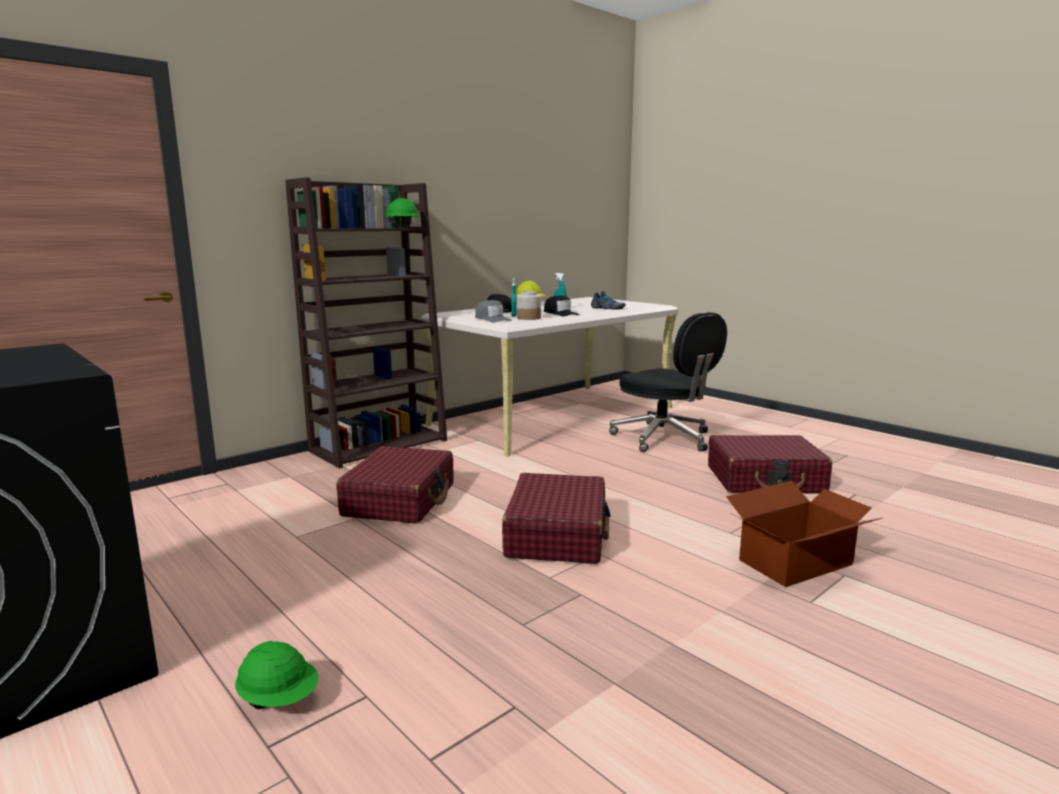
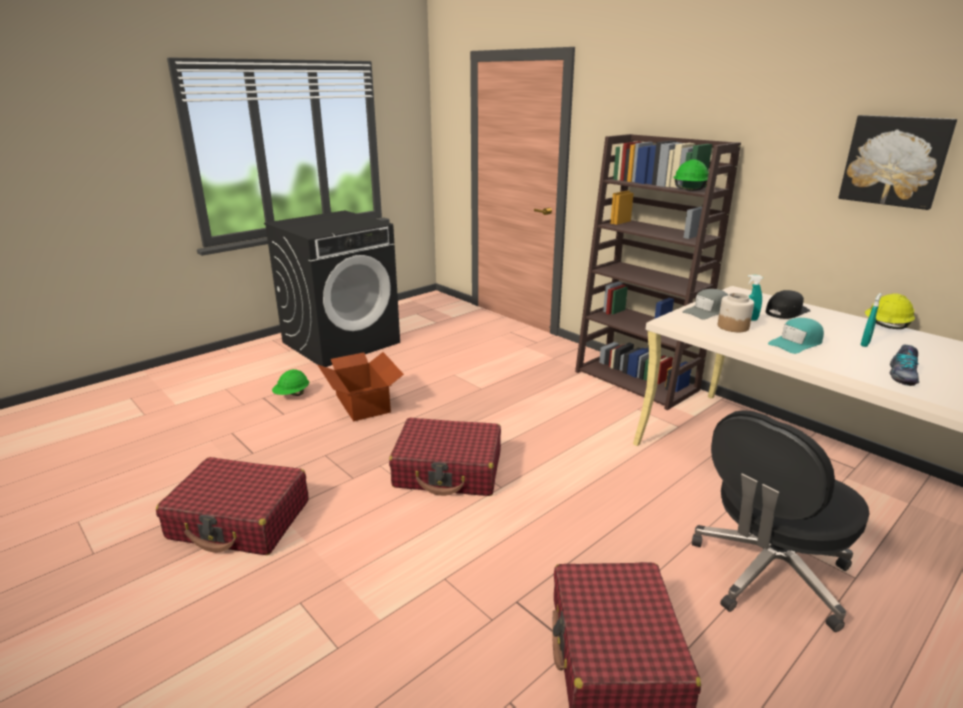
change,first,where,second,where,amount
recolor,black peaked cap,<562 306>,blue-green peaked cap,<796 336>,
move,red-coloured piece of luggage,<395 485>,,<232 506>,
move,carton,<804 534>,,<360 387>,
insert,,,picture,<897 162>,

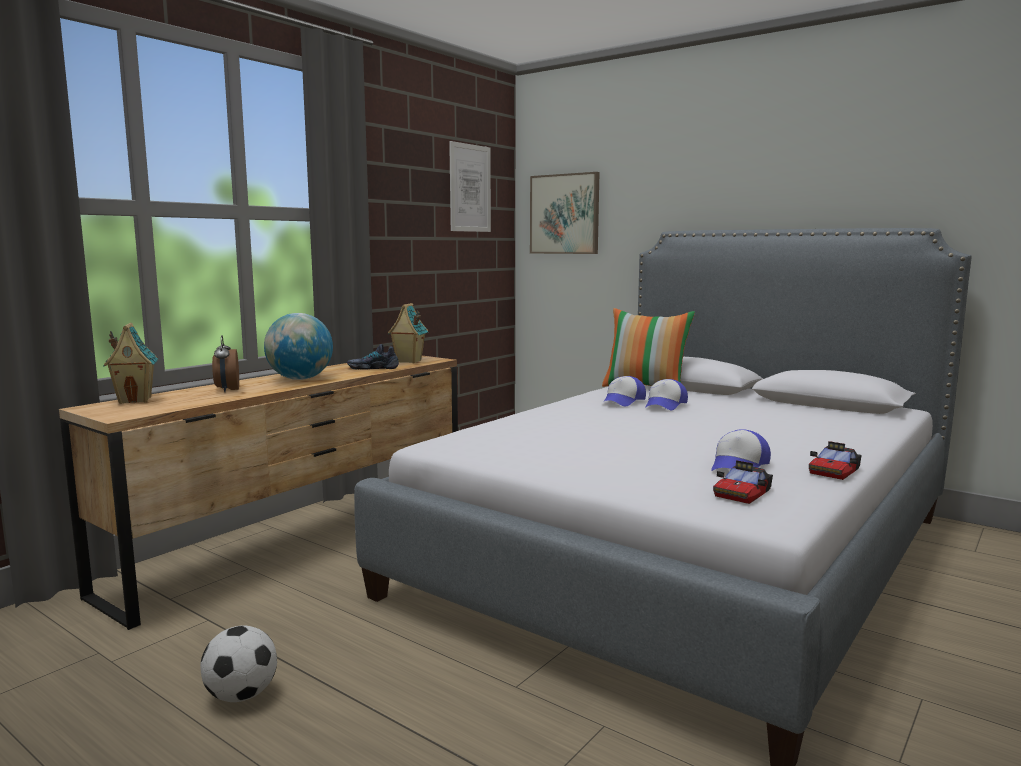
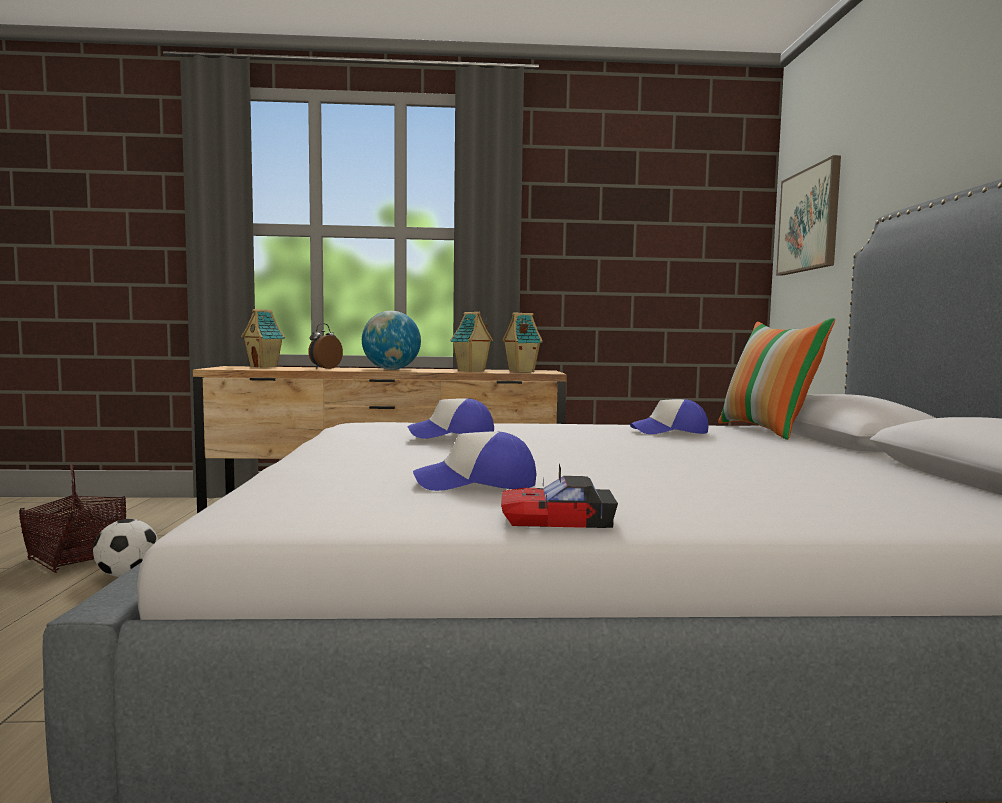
change,first,where,second,where,amount
delete,picture,<470 186>,,,
replace,low shoe,<373 357>,model house,<471 342>,
move,peaked cap,<666 394>,,<450 418>,
delete,toy car,<743 482>,,,
insert,,,basket,<72 518>,

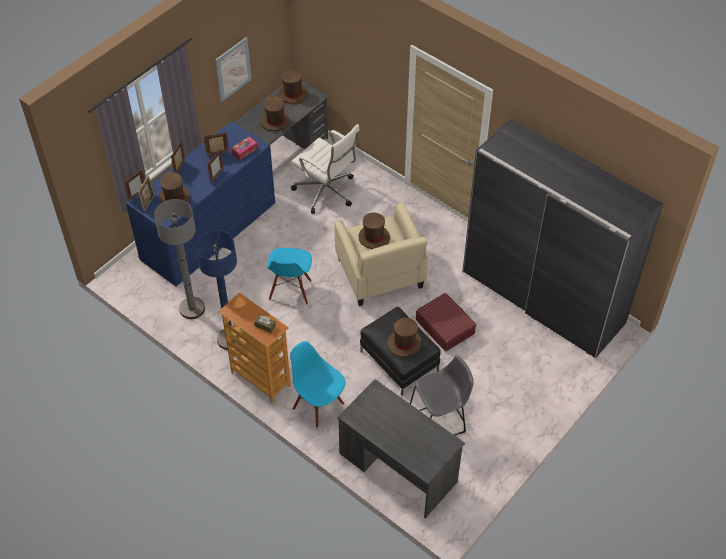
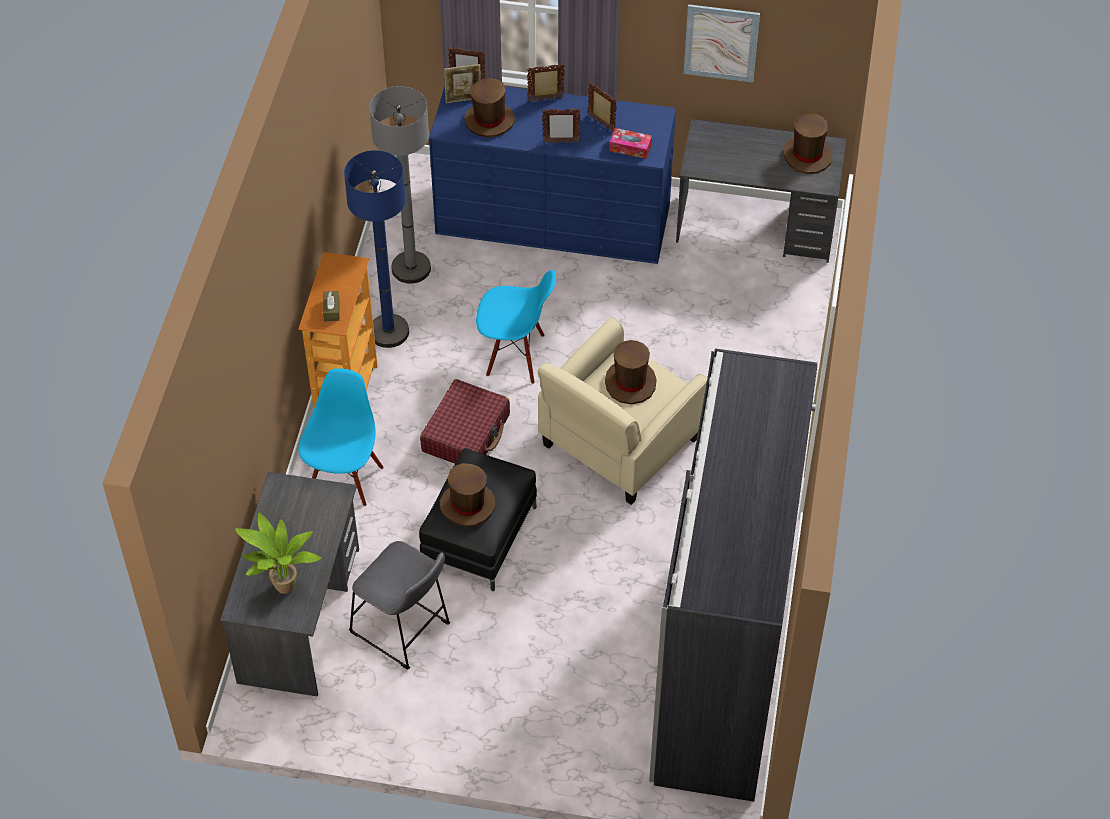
change,first,where,second,where,amount
delete,brown wearable hat,<275 113>,,,
delete,white-coloured office chair,<325 169>,,,
rotate,bluish upright chair,<289 276>,,<516 327>,150 degrees counterclockwise
move,red-coloured piece of luggage,<446 322>,,<465 421>,
insert,,,houseplant,<278 553>,

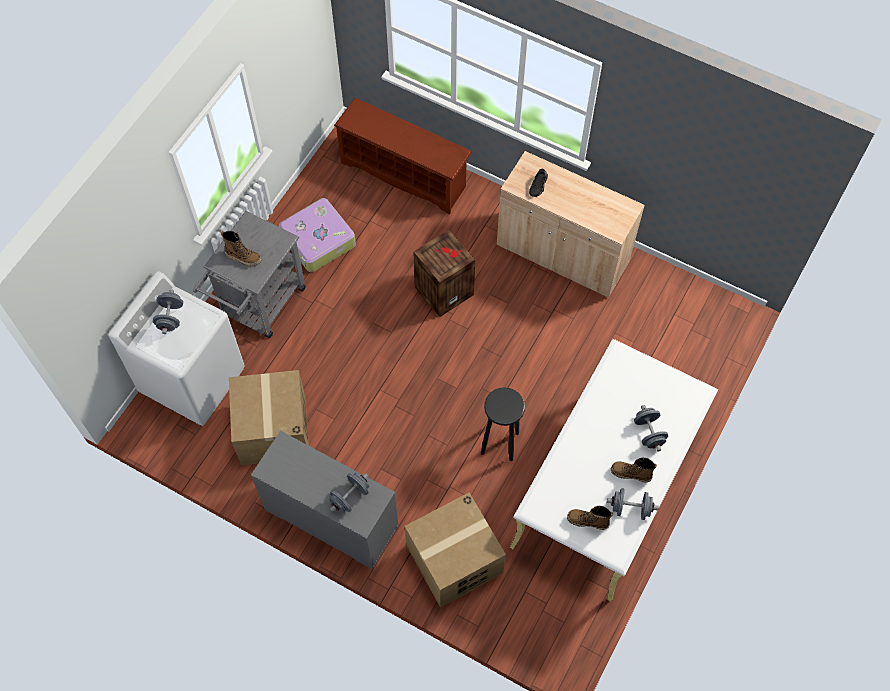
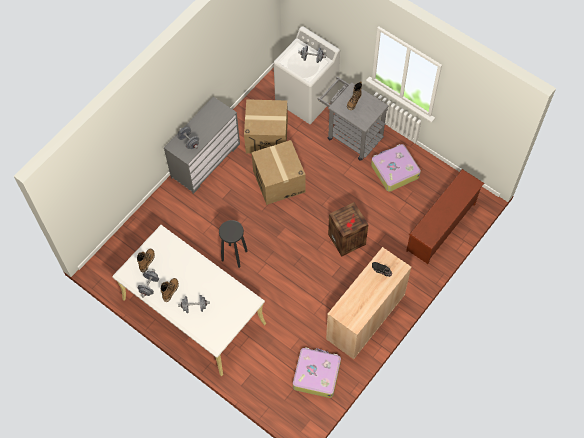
change,first,where,second,where,amount
move,carton,<455 550>,,<278 172>,
insert,,,piece of luggage,<317 372>,

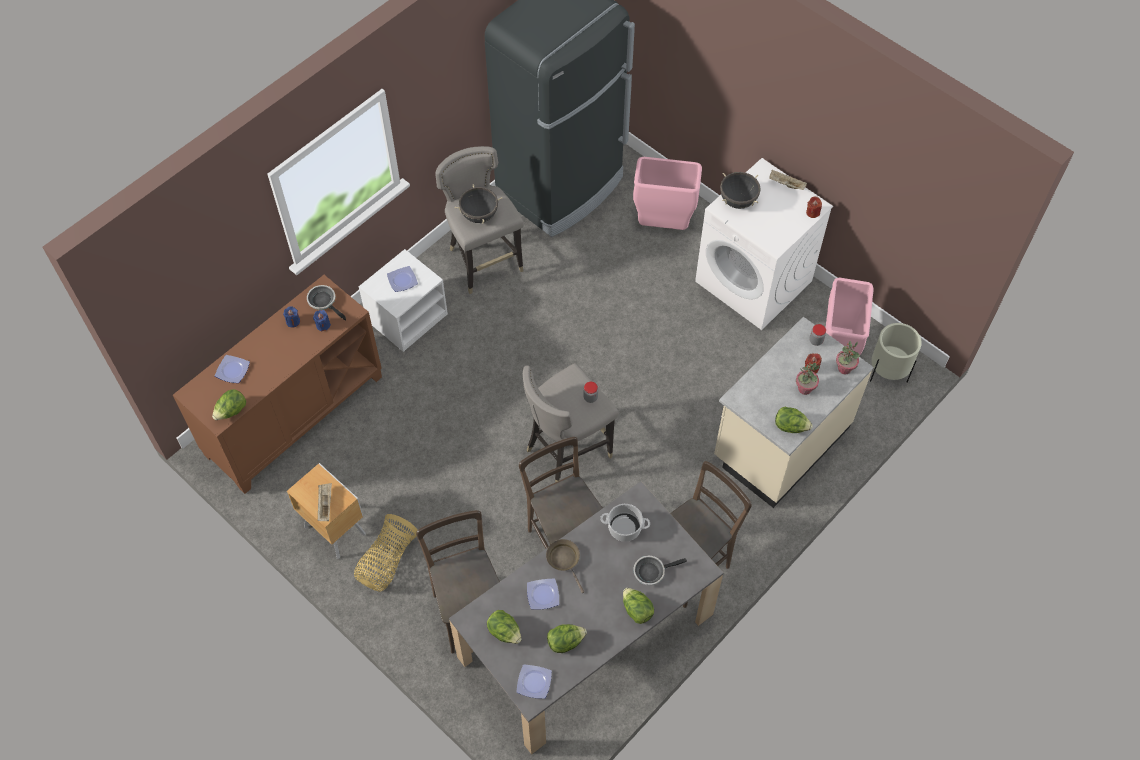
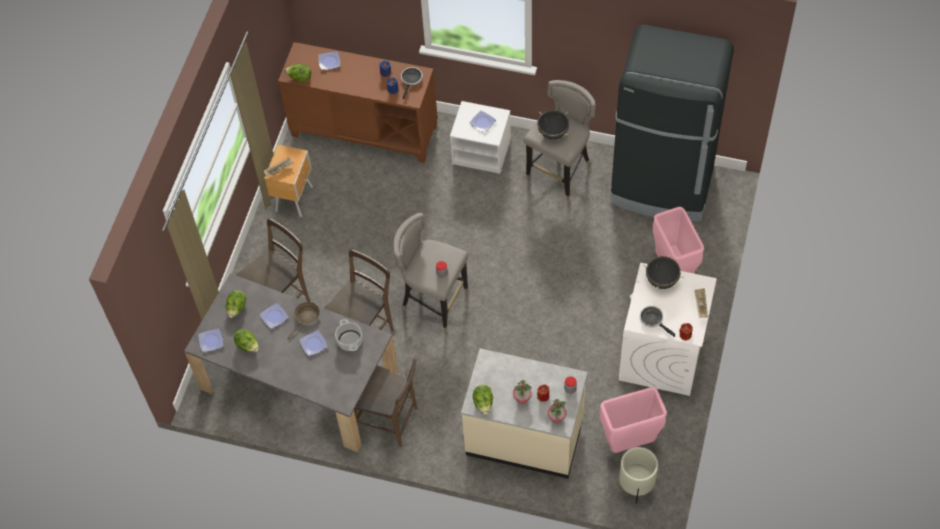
change,first,where,second,where,amount
delete,basket,<386 552>,,,
move,pan,<660 571>,,<657 321>,
delete,lettuce,<638 606>,,,
insert,,,dinner plate,<313 343>,

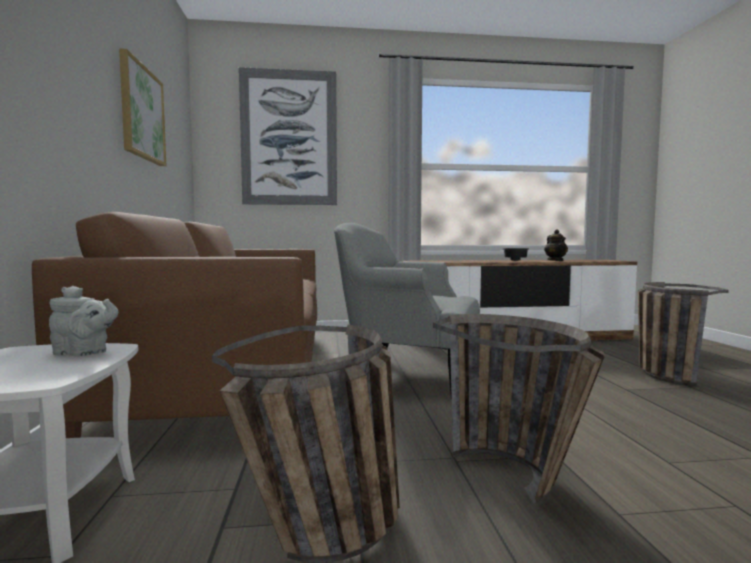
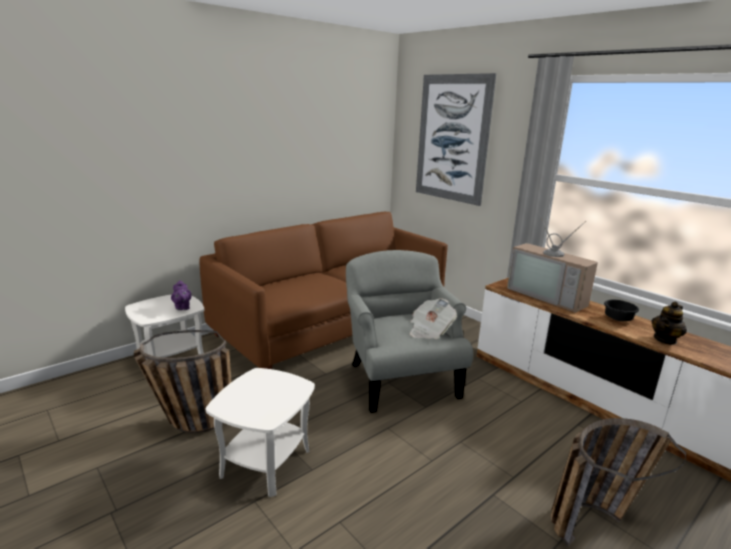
change,first,where,second,where,amount
delete,picture,<143 107>,,,
recolor,gray pot for tea,<83 321>,purplish pot for tea,<181 295>,
replace,basket,<519 409>,white-coloured accent table,<260 432>,
insert,,,television,<552 262>,
insert,,,printed paper,<433 318>,

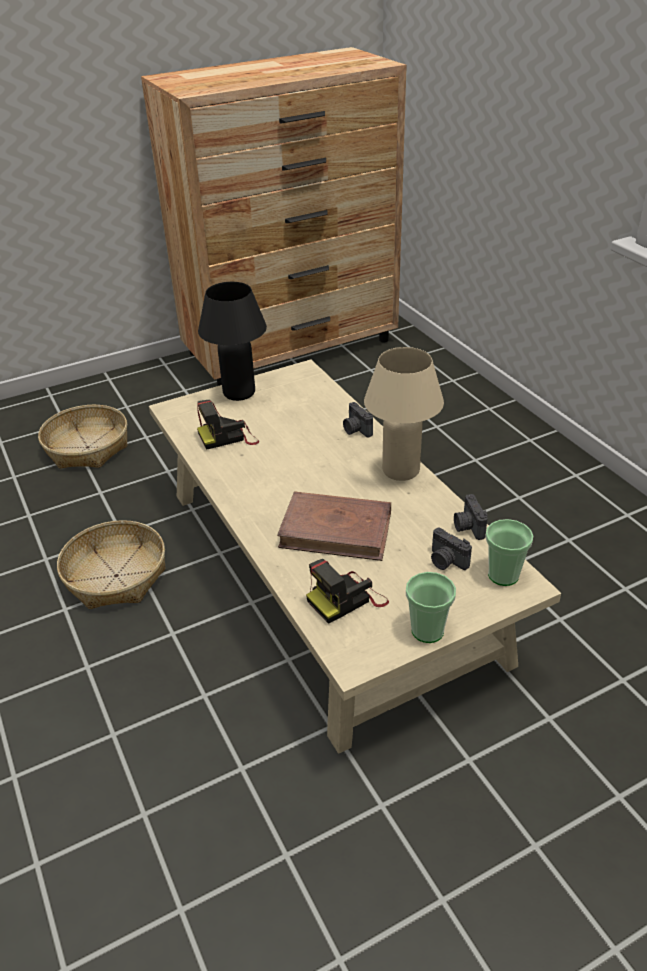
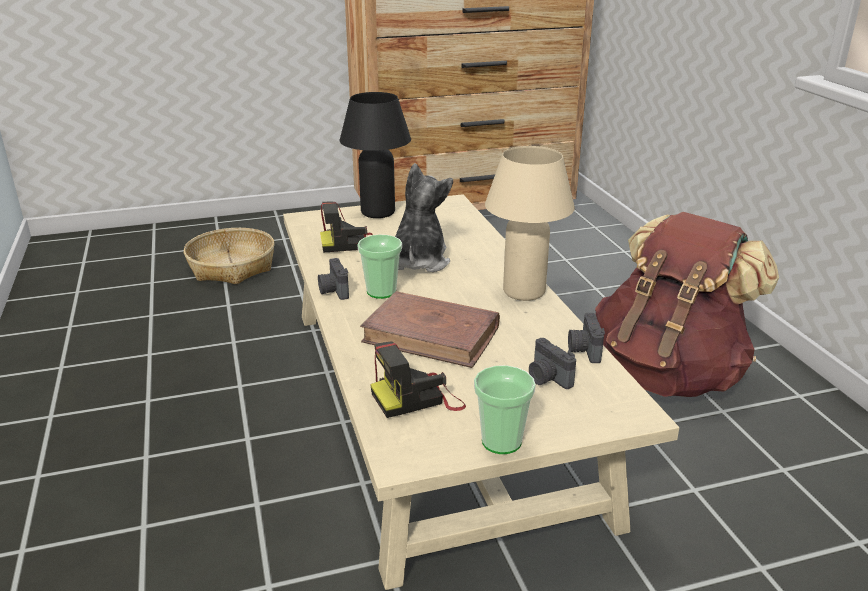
change,first,where,second,where,amount
move,photo camera,<358 420>,,<333 279>,
move,cup,<509 552>,,<379 267>,
delete,basket,<111 564>,,,
insert,,,plush toy,<424 217>,
insert,,,brown knapsack,<687 304>,

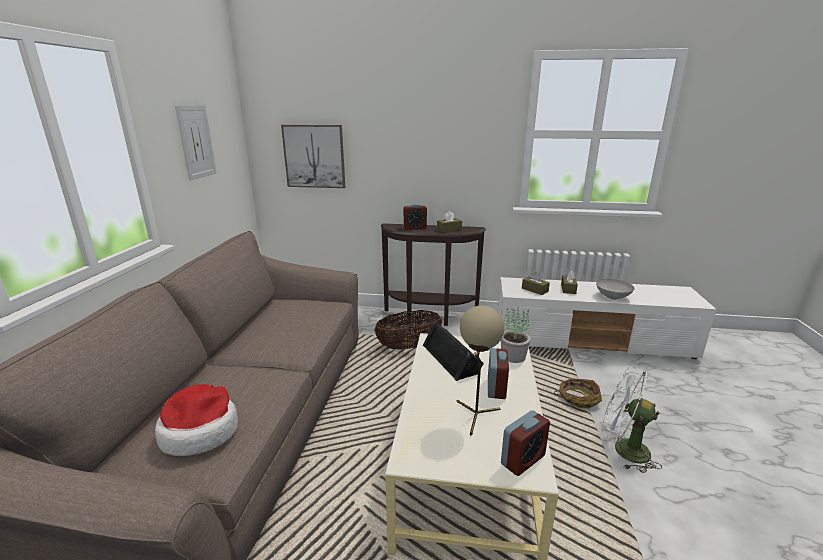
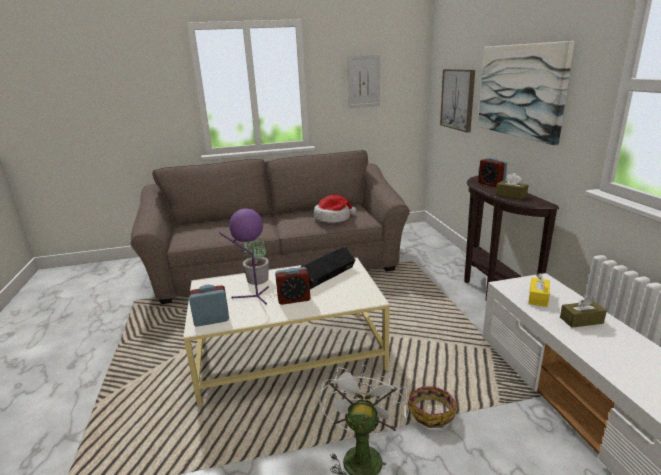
change,first,where,second,where,amount
recolor,brown box of tissues,<536 283>,yellowish box of tissues,<539 290>,
delete,gray serving bowl,<615 289>,,,
recolor,beige table lamp,<480 370>,purplish table lamp,<244 256>,
move,houseplant,<516 335>,,<256 261>,
delete,basket,<408 330>,,,
move,wearable hat,<196 420>,,<335 209>,
rotate,alarm clock,<525 443>,,<209 306>,135 degrees clockwise
insert,,,picture,<526 93>,

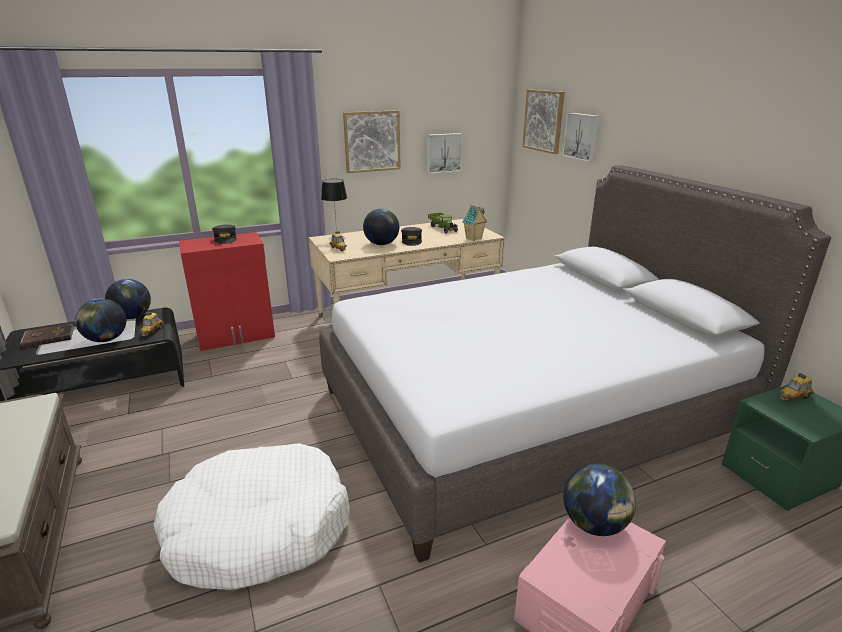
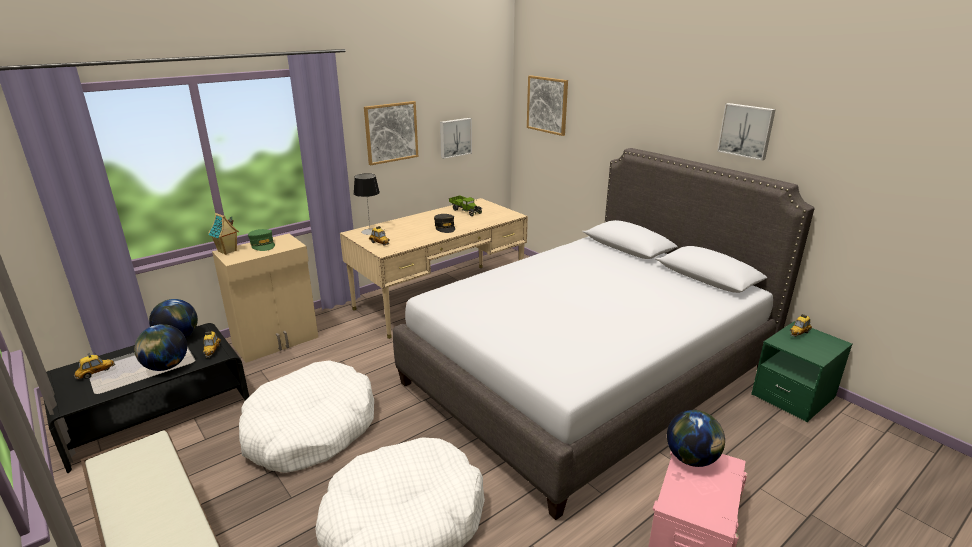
change,first,where,second,where,amount
move,picture,<581 137>,,<746 131>,
move,model house,<475 222>,,<223 234>,
delete,world globe,<381 227>,,,
recolor,gray peaked cap,<224 234>,green peaked cap,<261 240>,
recolor,red-coloured storage cabinet,<227 291>,beige storage cabinet,<265 298>,
replace,brown volume,<47 335>,toy car,<94 366>,
insert,,,white-coloured pet bed,<306 416>,

